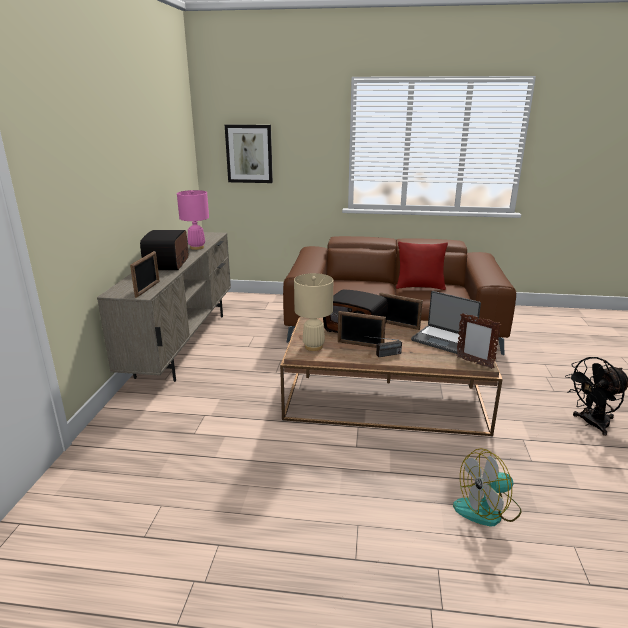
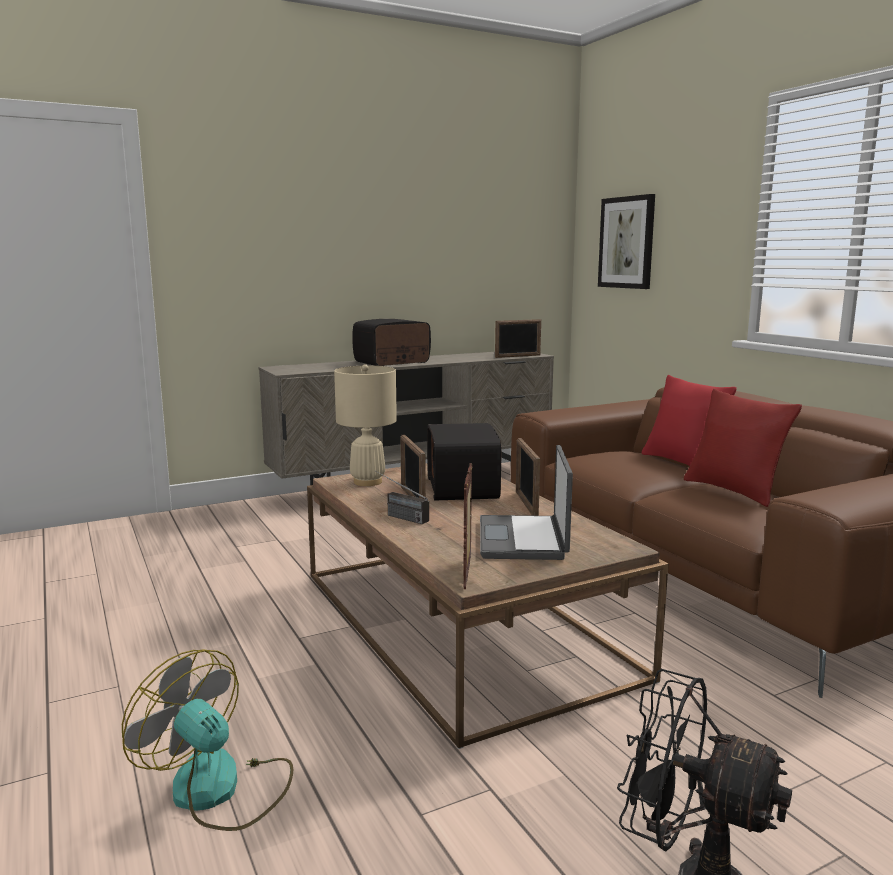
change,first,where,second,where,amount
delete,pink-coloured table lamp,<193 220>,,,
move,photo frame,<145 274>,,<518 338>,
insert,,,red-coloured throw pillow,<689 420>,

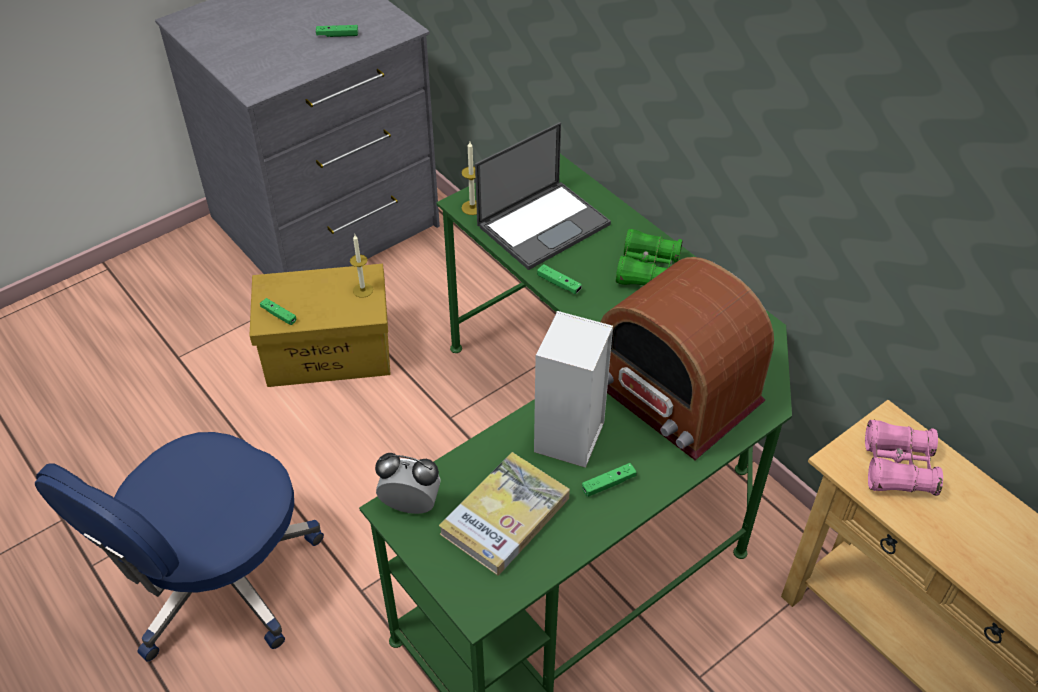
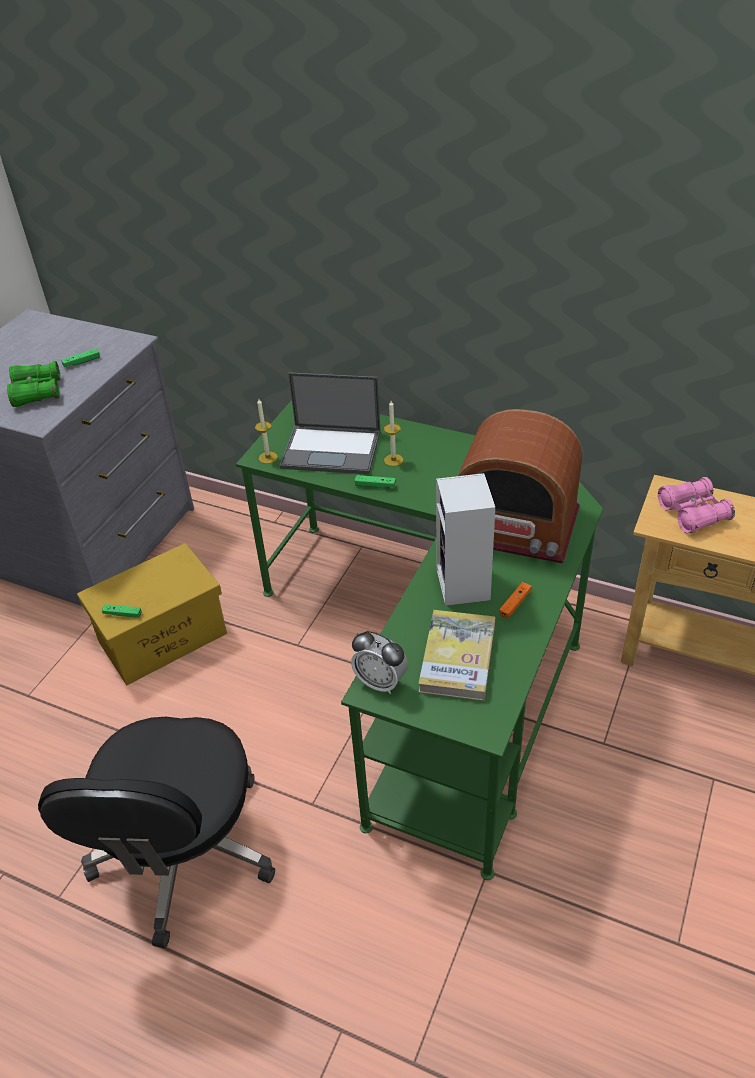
change,first,where,second,where,amount
rotate,portable computer,<543 196>,,<330 423>,75 degrees clockwise
move,green binoculars,<649 257>,,<34 384>,
move,candle,<361 266>,,<393 433>,
recolor,bluish office chair,<179 547>,black office chair,<156 832>,
rotate,alarm clock,<408 483>,,<379 662>,135 degrees counterclockwise
recolor,green gamepad,<609 480>,orange gamepad,<515 600>,

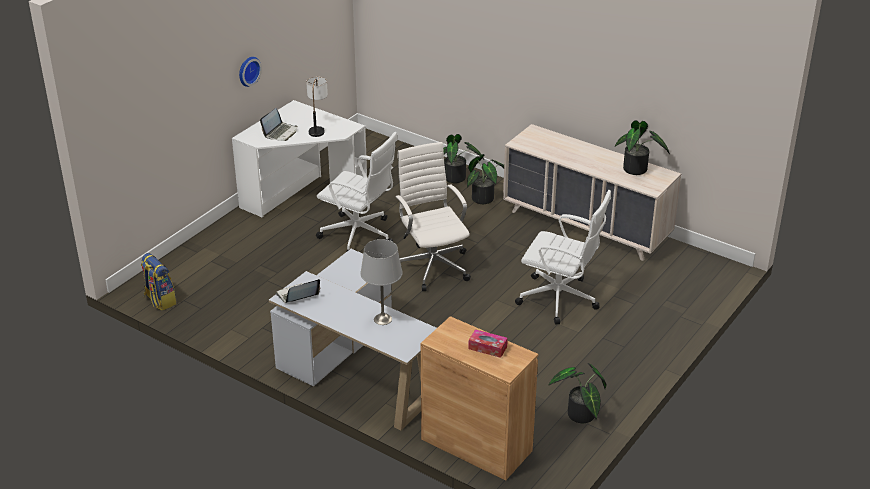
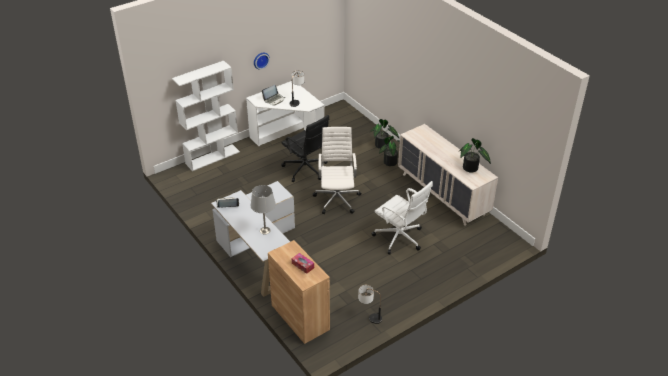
change,first,where,second,where,amount
recolor,white-coloured office chair,<357 192>,black office chair,<305 148>,
delete,knapsack,<159 282>,,,
replace,houseplant,<577 393>,table lamp,<370 304>,
insert,,,white-coloured shelving unit,<206 116>,

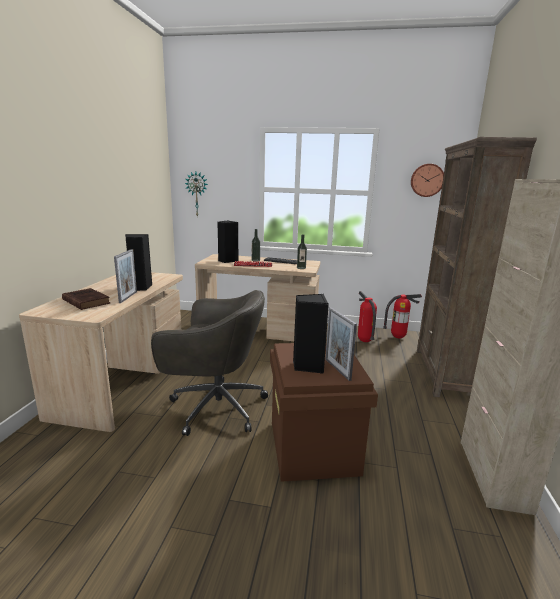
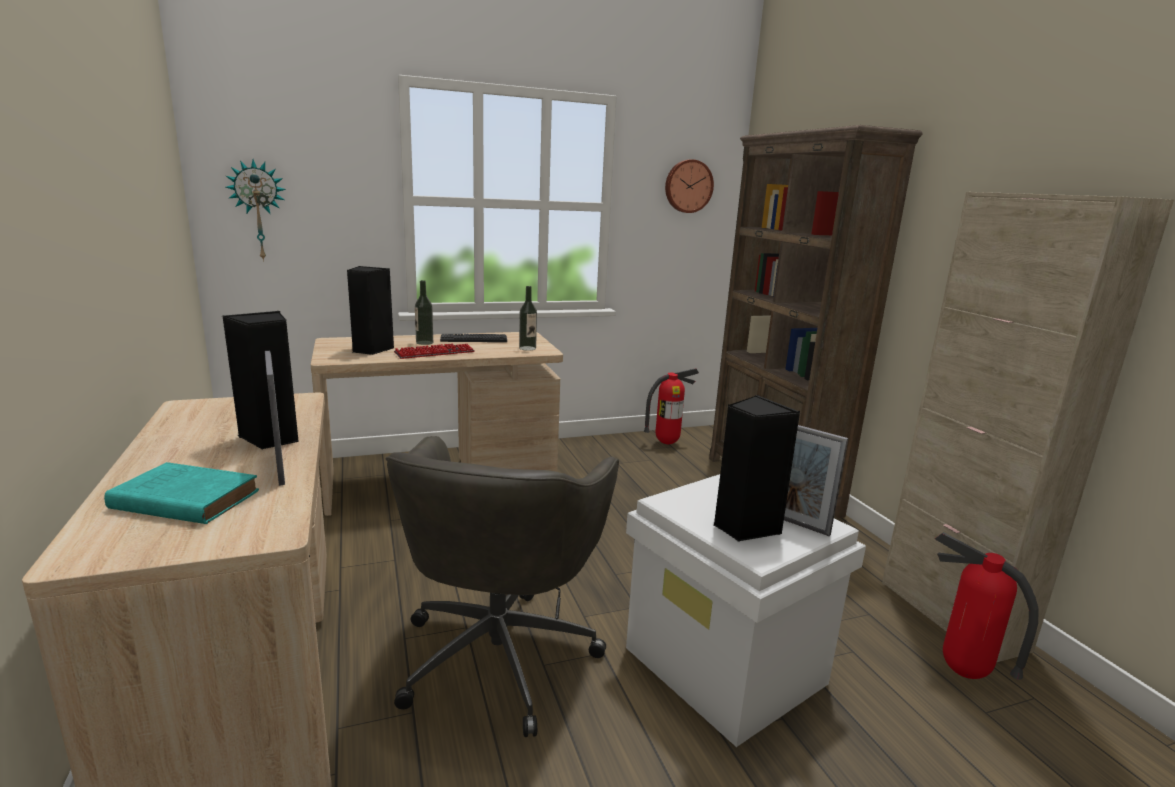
change,first,where,second,where,amount
recolor,brown volume,<86 299>,blue-green volume,<181 493>,
rotate,gray office chair,<209 363>,,<502 586>,120 degrees clockwise
move,fire extinguisher,<367 316>,,<987 606>,
recolor,brown storage container,<324 412>,white-coloured storage container,<746 610>,

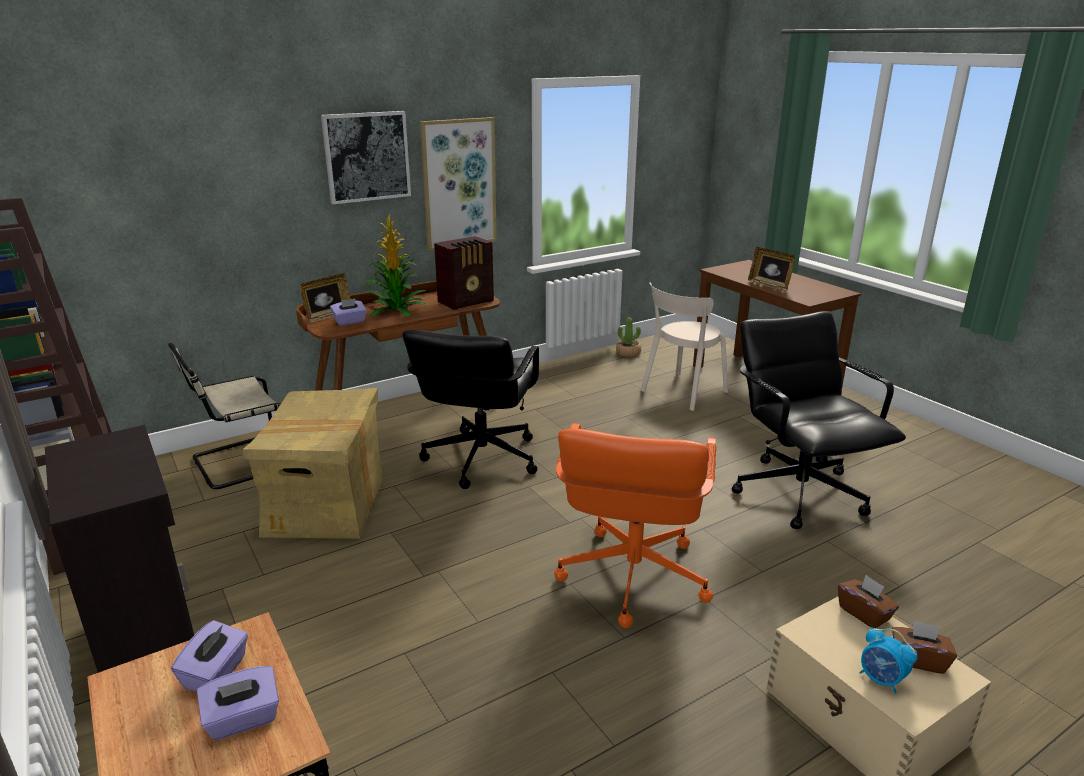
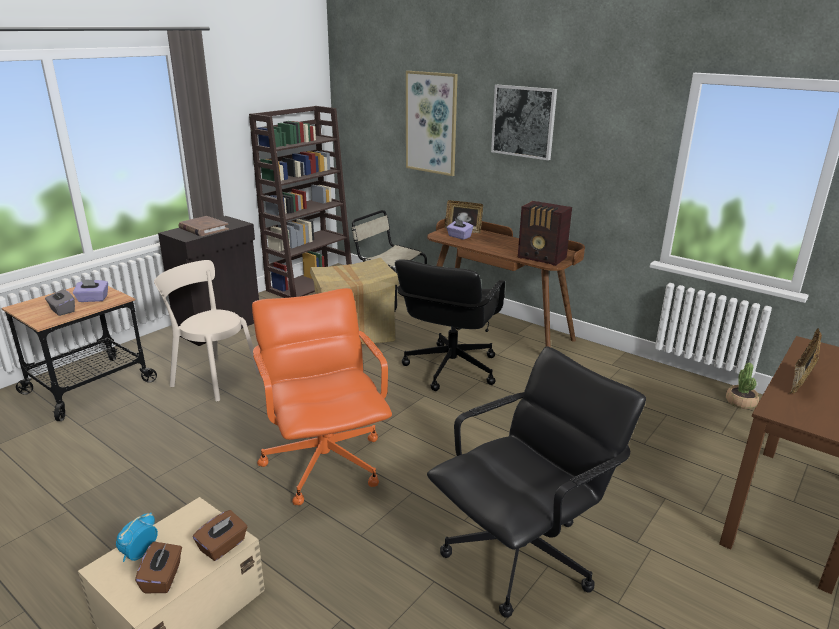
change,first,where,second,where,amount
move,picture,<458 184>,,<432 123>,
delete,houseplant,<397 266>,,,
move,beige upright chair,<684 346>,,<206 331>,
rotate,black office chair,<470 409>,,<450 325>,60 degrees counterclockwise
rotate,orange office chair,<635 525>,,<322 396>,75 degrees clockwise
recolor,purplish box of tissues,<238 703>,gray box of tissues,<60 302>,
insert,,,brown volume,<204 226>,

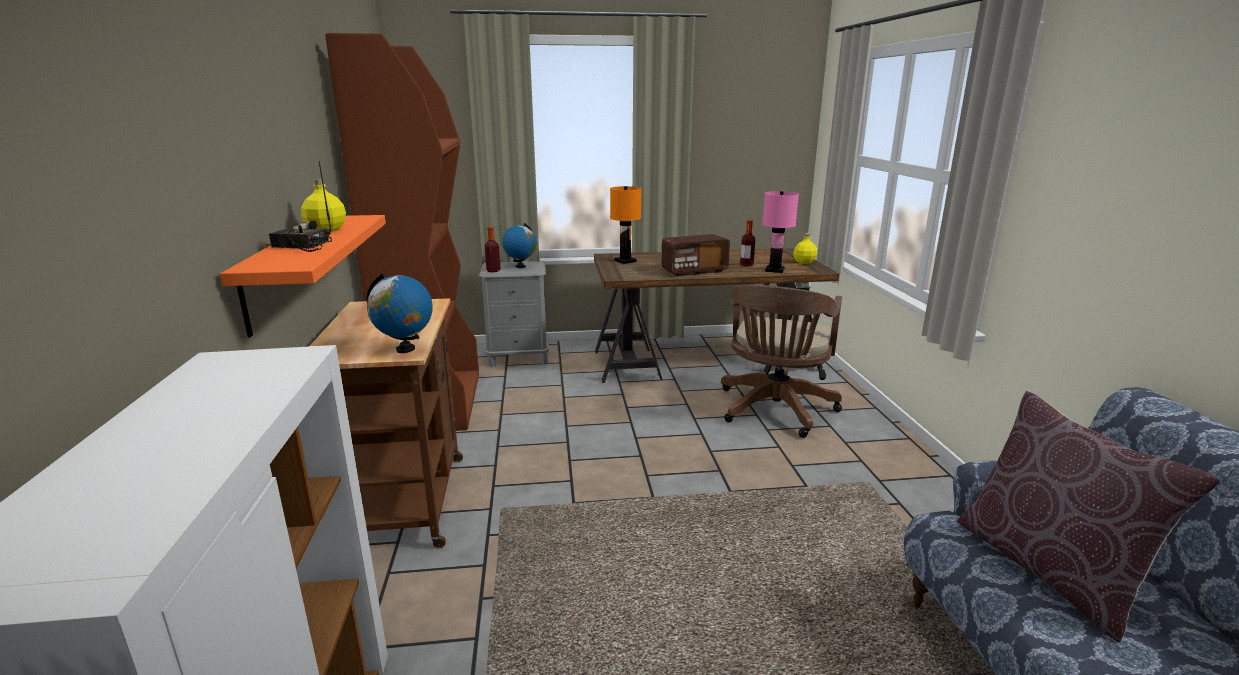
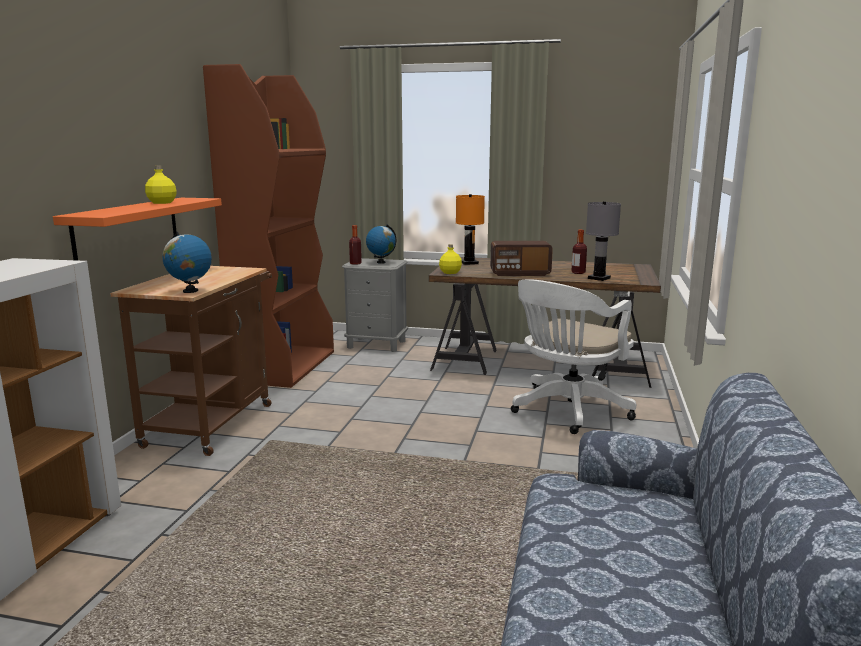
change,first,where,second,where,amount
delete,radio set,<300 206>,,,
recolor,pink-coloured table lamp,<780 232>,gray table lamp,<603 241>,
move,yellowish beverage bottle,<805 248>,,<450 259>,
recolor,brown office chair,<781 361>,white-coloured office chair,<573 356>,
delete,brown throw pillow,<1089 516>,,,

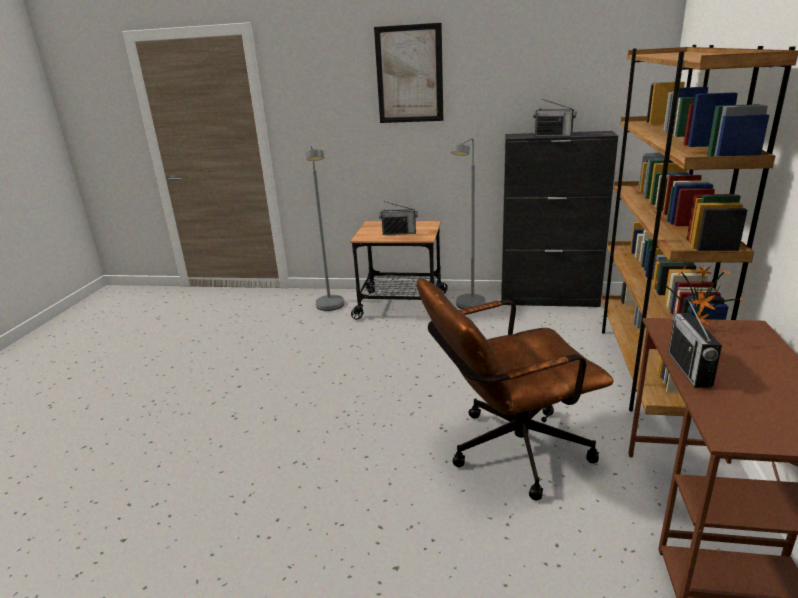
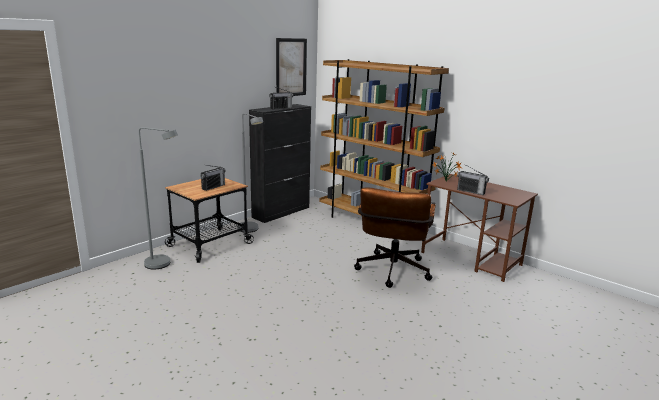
change,first,where,second,where,amount
move,picture,<408 73>,,<291 67>,

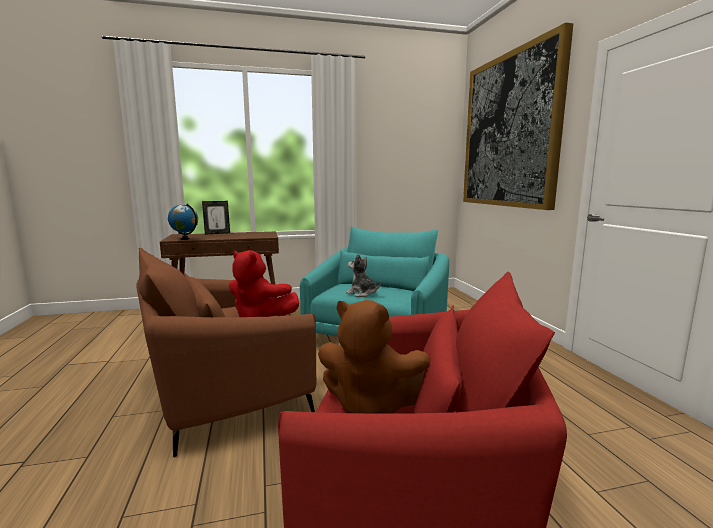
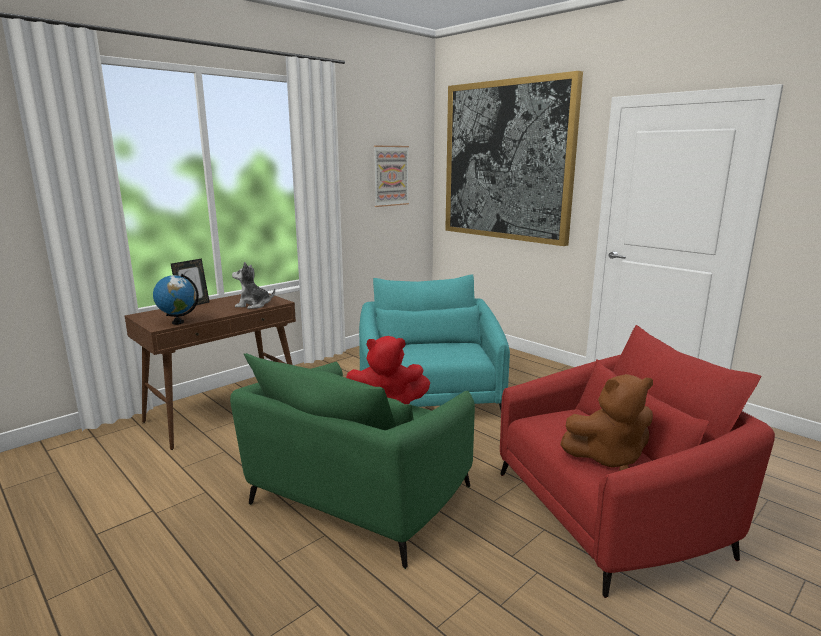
change,first,where,second,where,amount
recolor,brown easy chair,<226 353>,green easy chair,<352 461>,
move,plush toy,<363 275>,,<253 285>,
insert,,,picture,<391 176>,

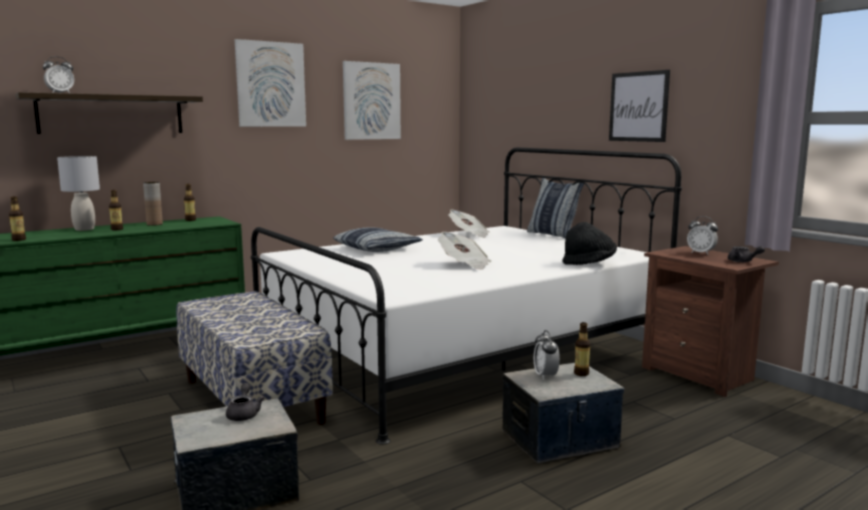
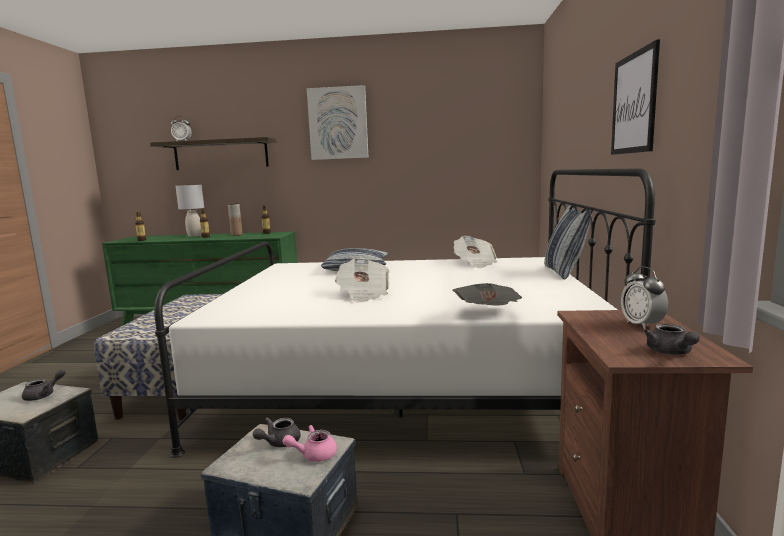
change,first,where,second,where,amount
delete,picture,<372 100>,,,
replace,black wearable hat,<589 243>,printed paper,<487 294>,
replace,beverage bottle,<582 349>,pink-coloured pot for tea,<310 443>,
replace,alarm clock,<547 355>,gray pot for tea,<277 432>,

